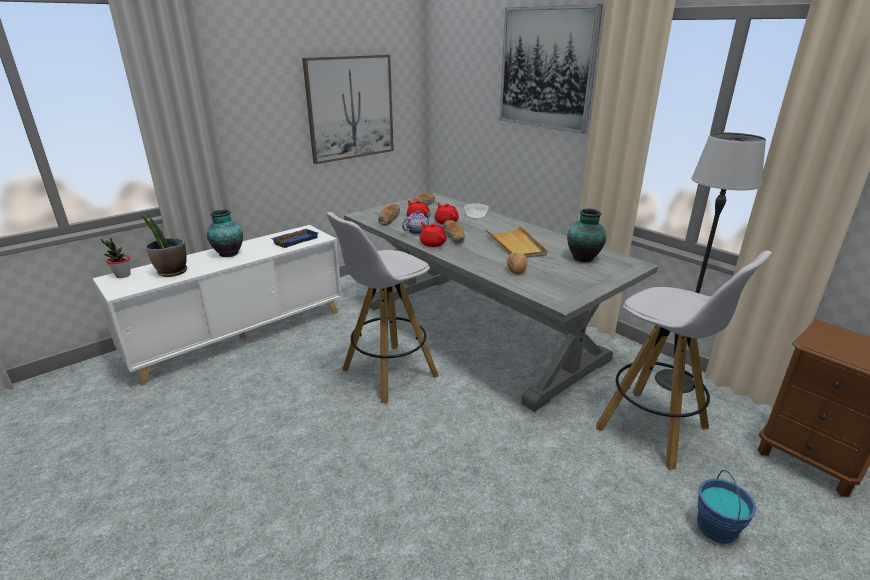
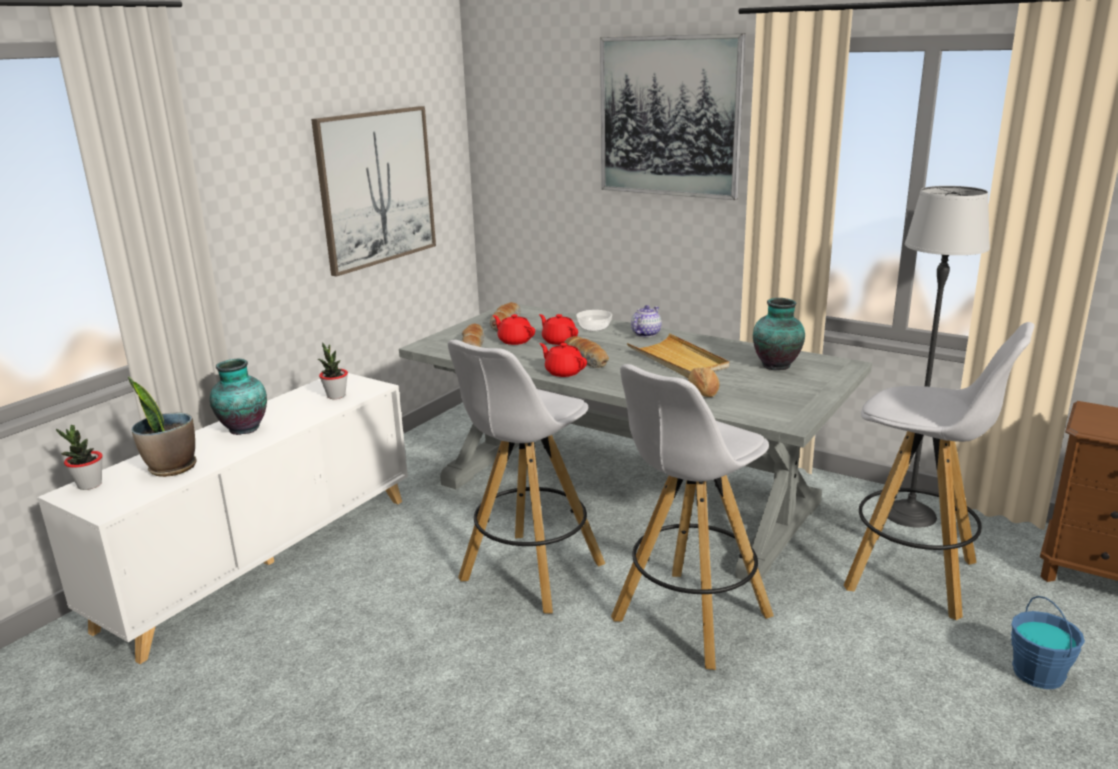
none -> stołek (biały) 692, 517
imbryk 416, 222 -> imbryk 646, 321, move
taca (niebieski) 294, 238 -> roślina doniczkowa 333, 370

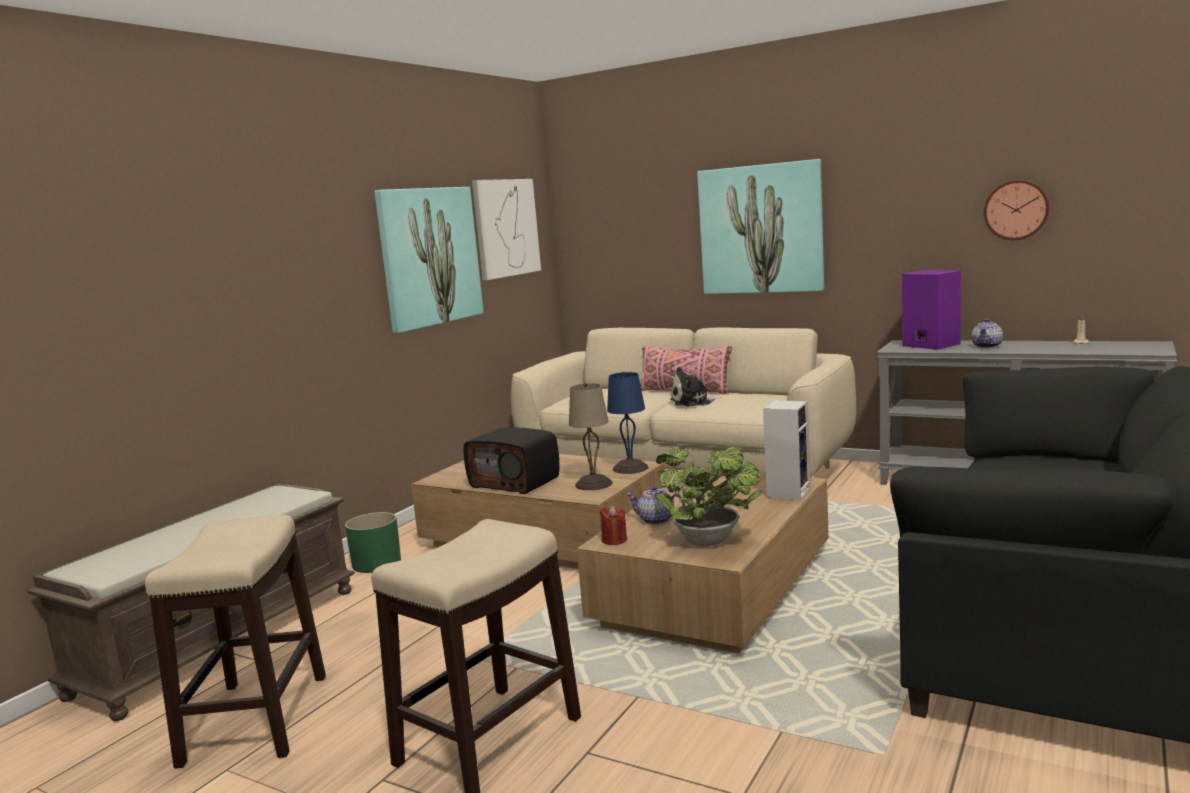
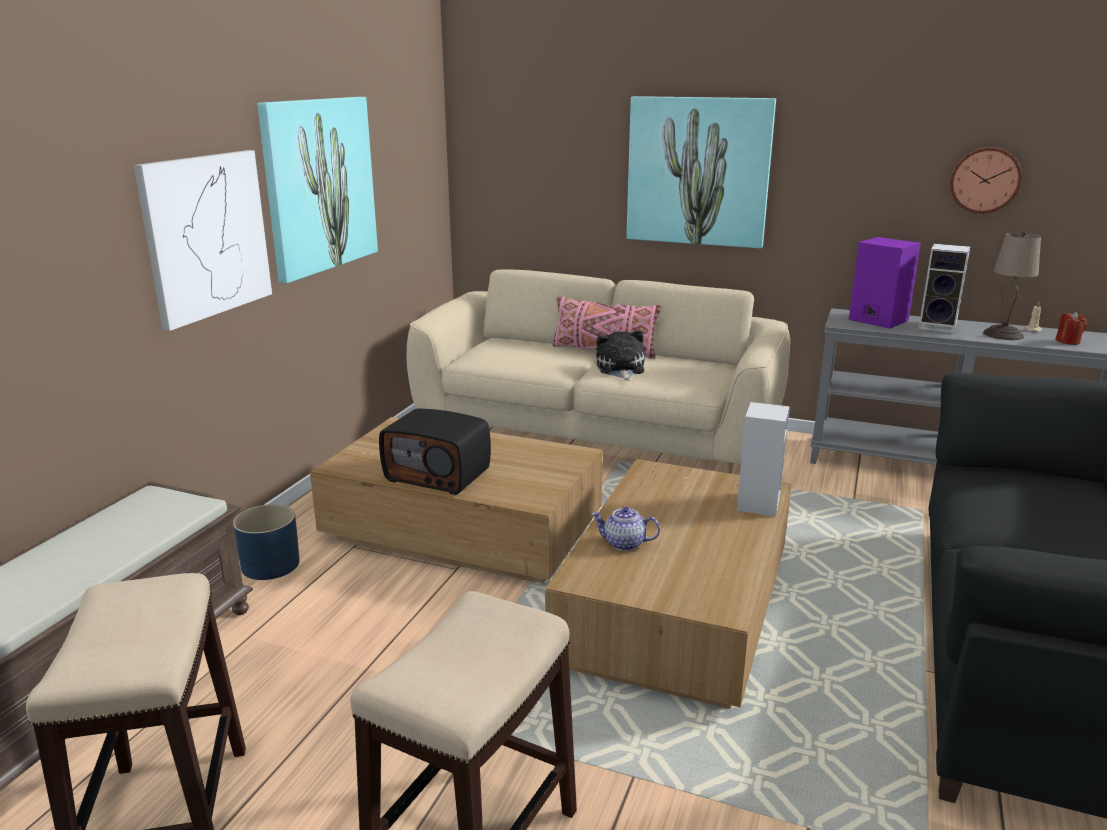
lampa stołowa (niebieski) 628, 422 -> none
roślina doniczkowa 708, 496 -> none
obraz 506, 229 -> obraz 203, 240, move
lampa stołowa (beżowy) 591, 436 -> lampa stołowa (beżowy) 1012, 286, move
świeca (czerwony) 613, 525 -> świeca (czerwony) 1071, 328, move
imbryk 987, 333 -> głośnik 944, 289
donica (zielony) 373, 542 -> donica (niebieski) 266, 542
pluszak 696, 387 -> pluszak 620, 355, 105 degrees clockwise

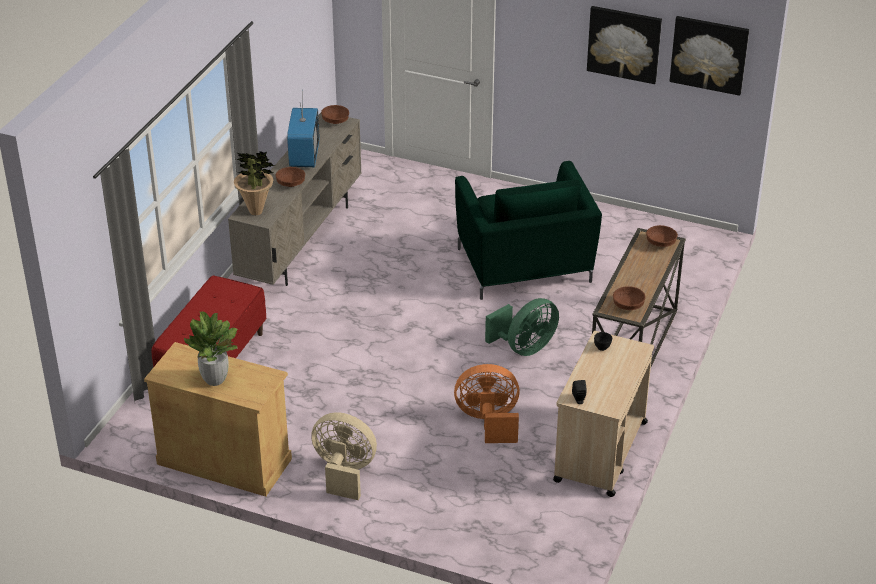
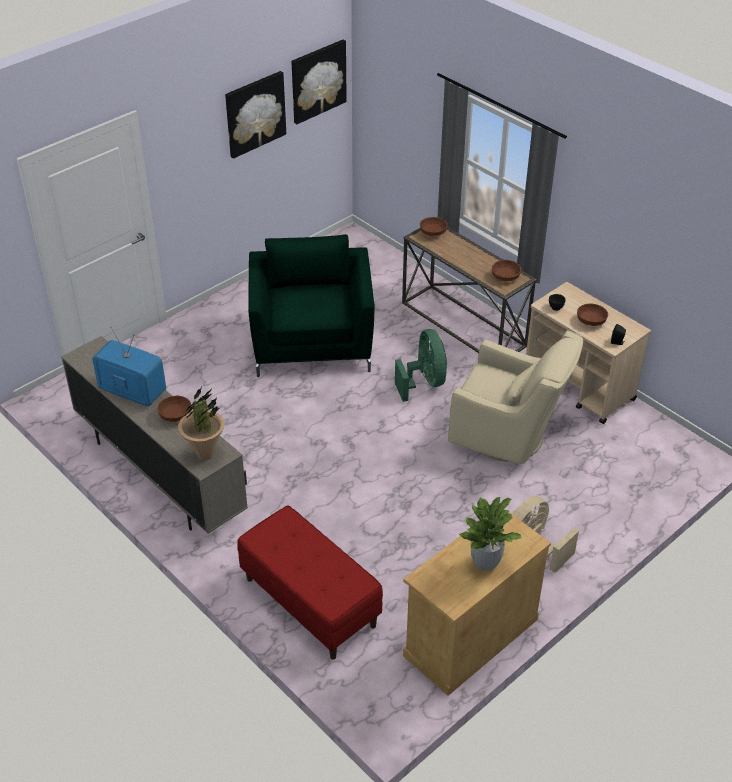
miska (brązowy) 335, 114 -> miska (brązowy) 592, 314, move
wentylator (pomarańczowy) 487, 403 -> fotel (beżowy) 515, 397
fotel (zielony) 528, 230 -> fotel (zielony) 311, 305, 105 degrees counterclockwise

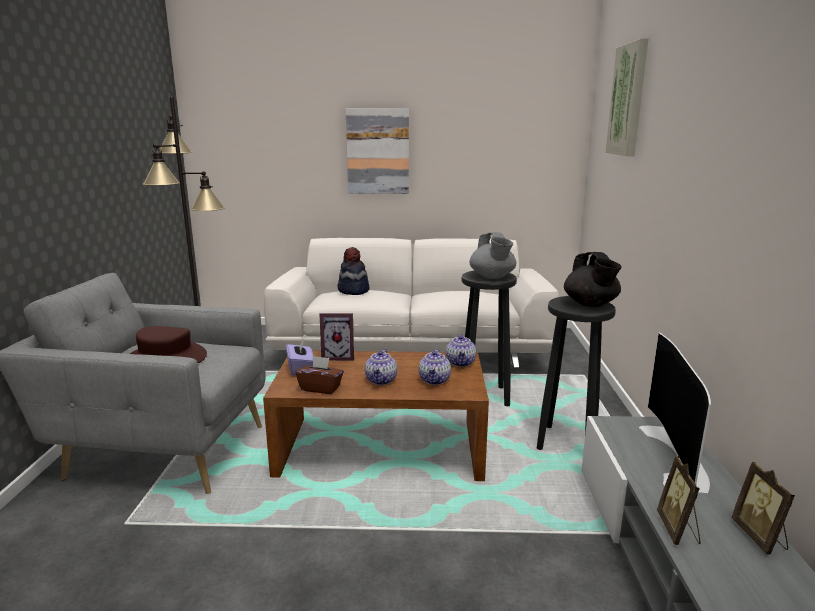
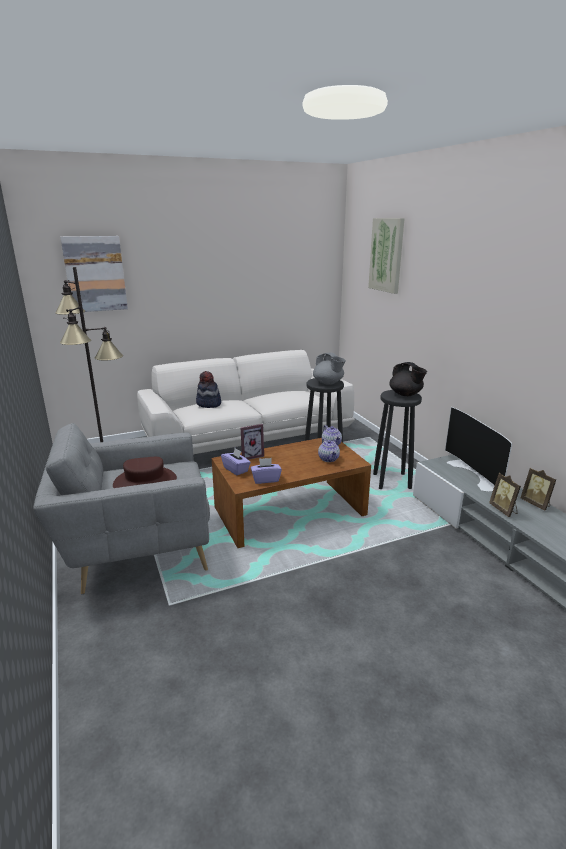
imbryk 381, 367 -> none
obraz 377, 151 -> obraz 94, 274, move
pudełko chusteczek (brązowy) 319, 375 -> pudełko chusteczek (fioletowy) 266, 471

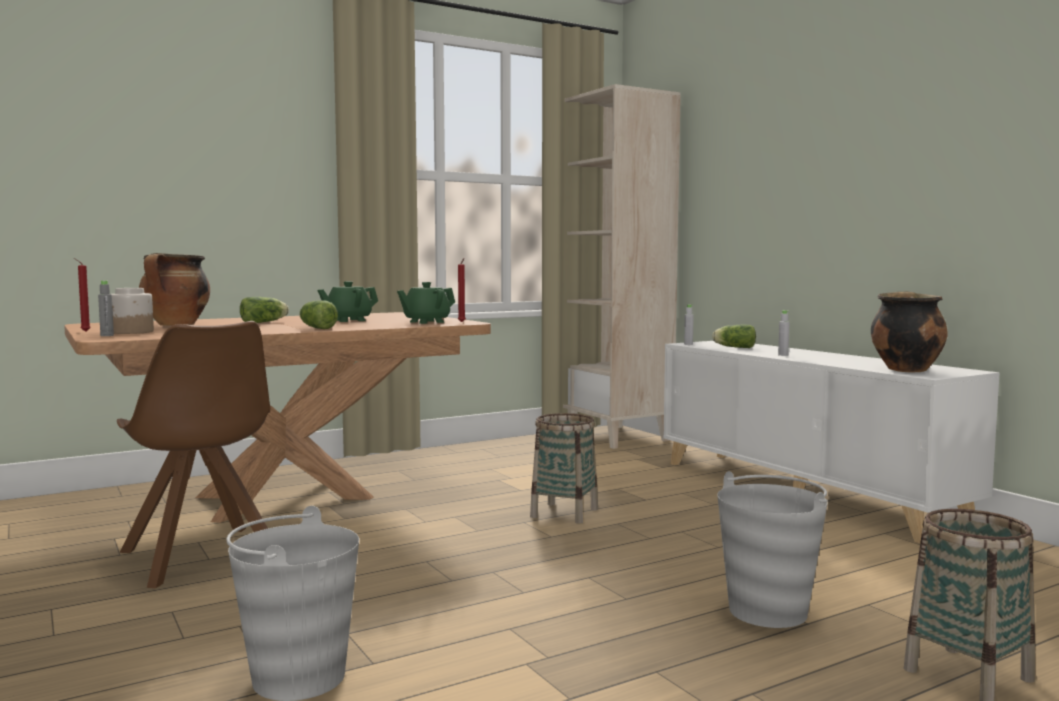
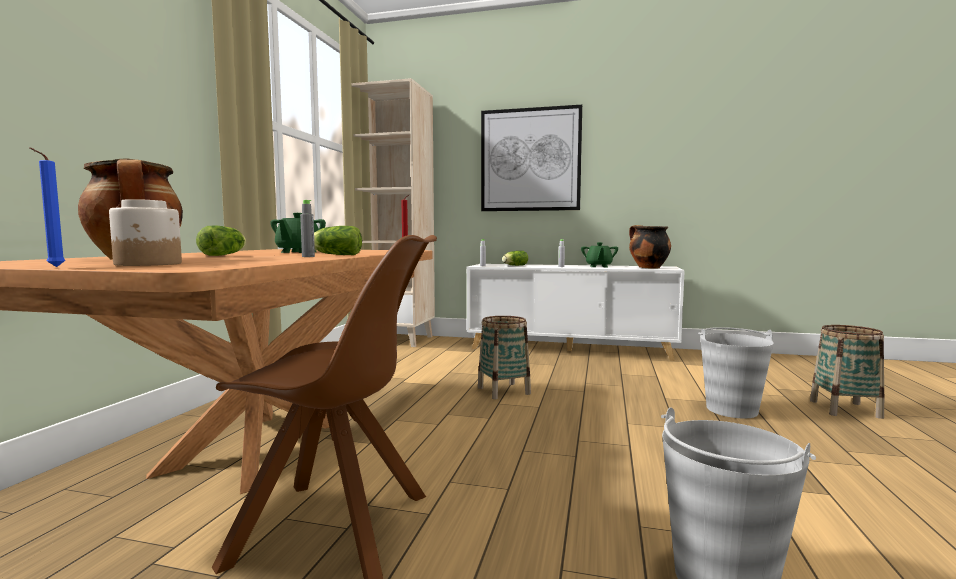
none -> obraz 531, 158
butelka (szary) 106, 308 -> butelka (szary) 307, 228, move
imbryk (zielony) 426, 303 -> imbryk (zielony) 599, 254, move
świeca (czerwony) 82, 295 -> świeca (niebieski) 47, 207

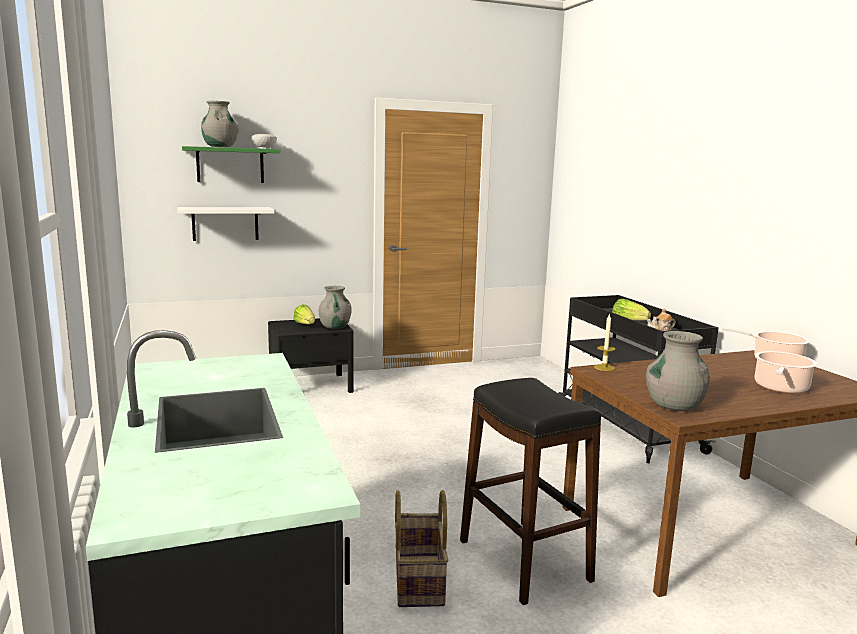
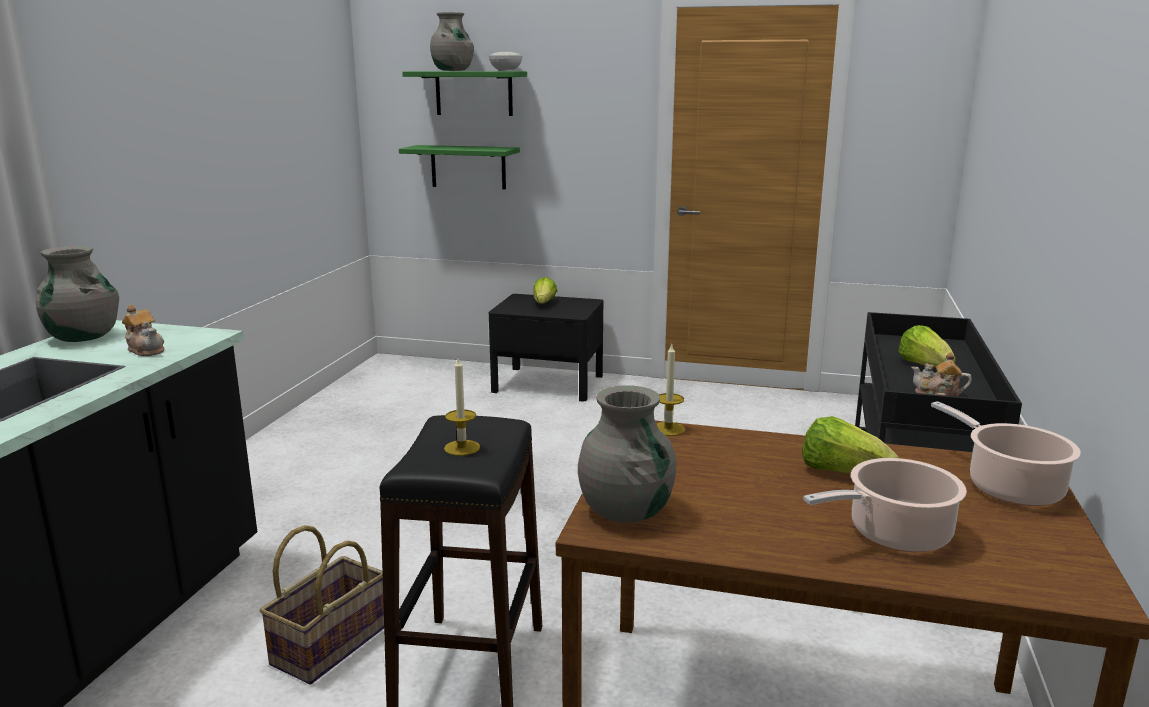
none -> imbryk 143, 330
none -> świeca 462, 407
none -> sałata 850, 445
wazon (szary) 335, 307 -> wazon (szary) 77, 294, move
półka (biały) 225, 224 -> półka (zielony) 459, 167

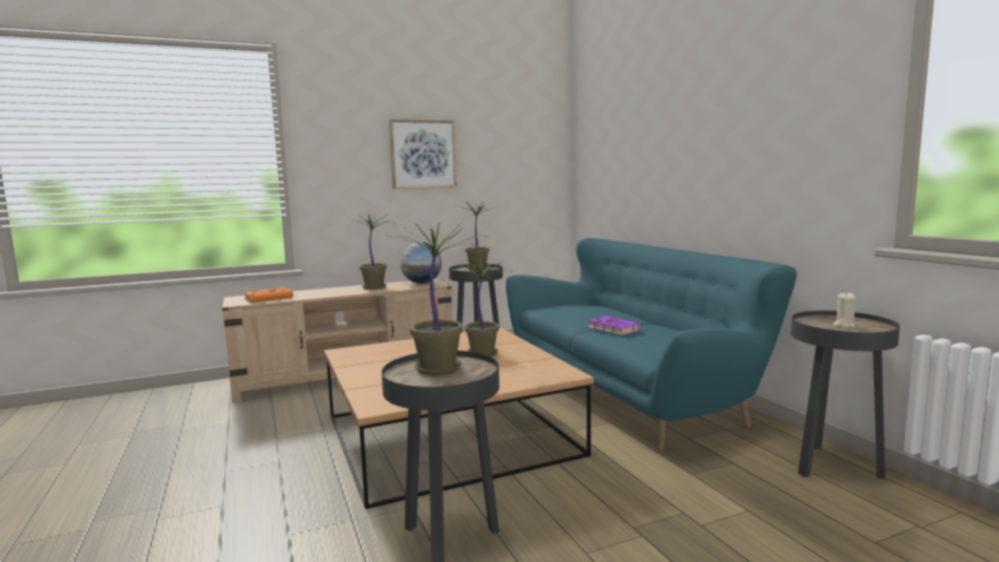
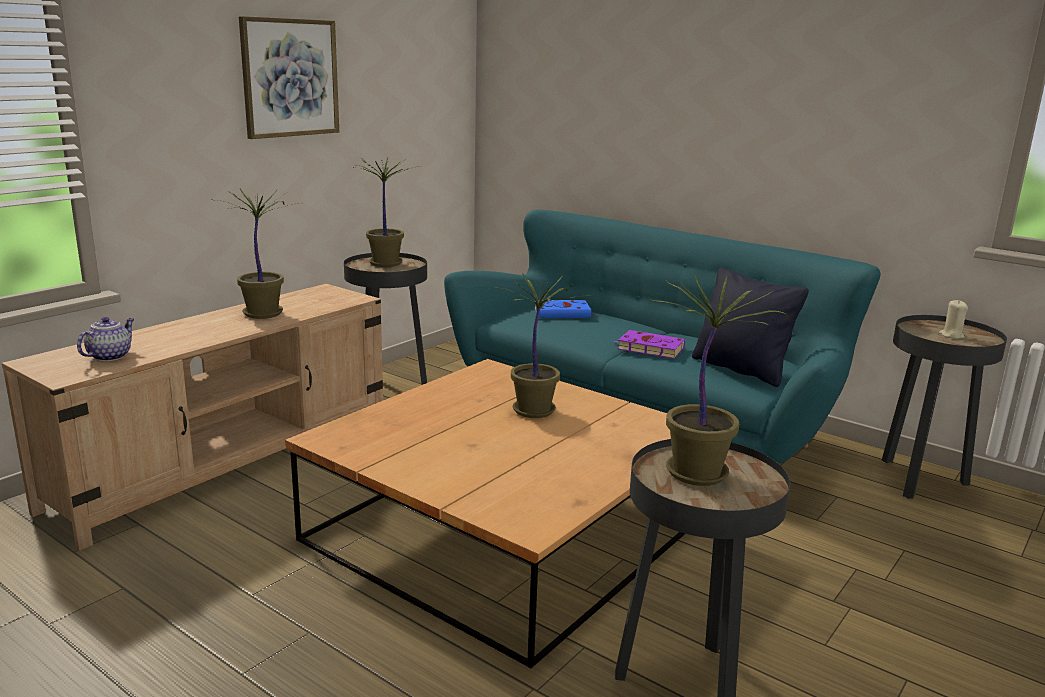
globus 421, 263 -> none
none -> książka (niebieski) 566, 309
none -> poduszka (czarny) 750, 327
książka (pomarańczowy) 270, 295 -> imbryk 105, 339

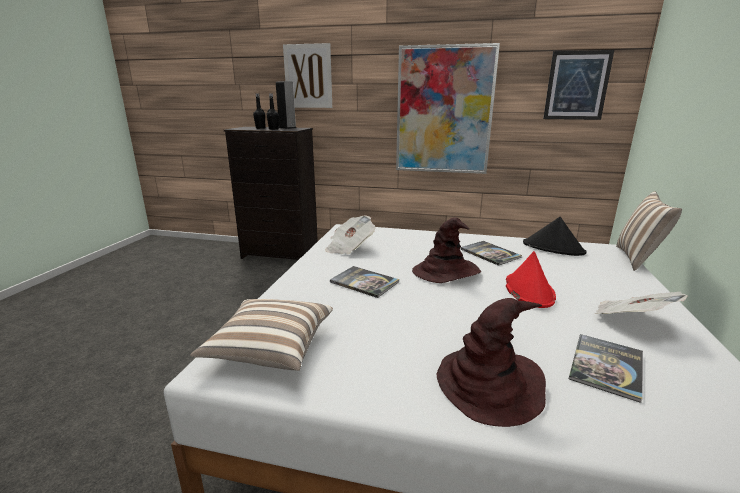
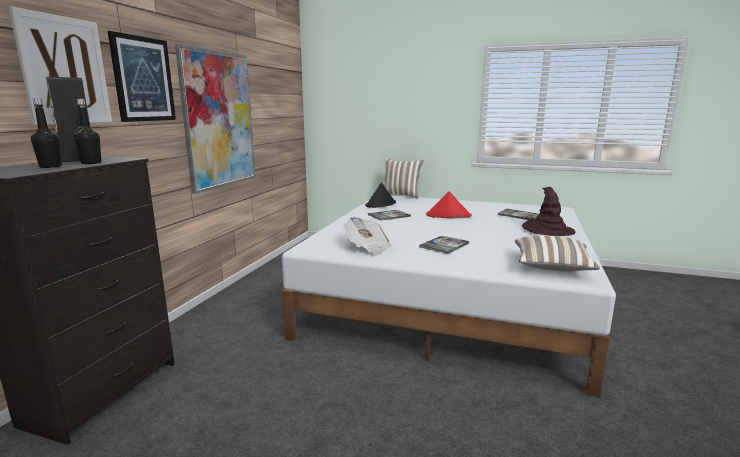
kapelusz (brązowy) 446, 250 -> none
gazeta 641, 303 -> none
obraz 578, 85 -> obraz 142, 76, move

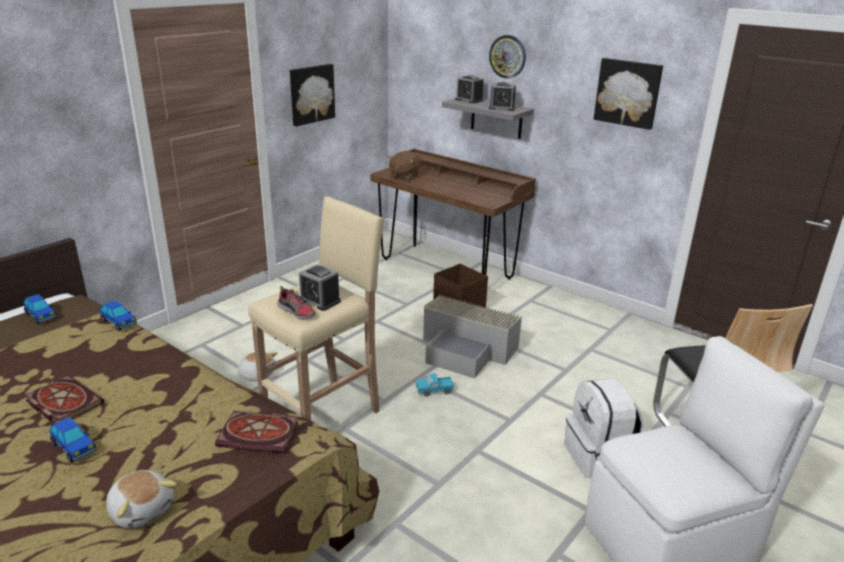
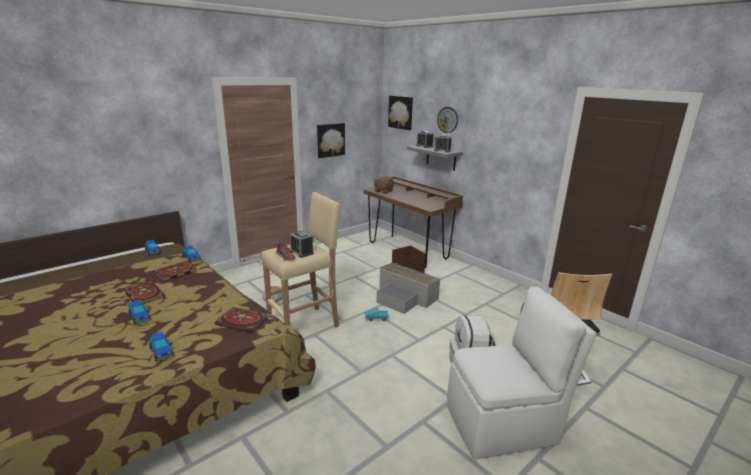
none -> książka 175, 271
obraz 628, 94 -> obraz 400, 113, move
pluszak 141, 499 -> samochodzik 161, 346

